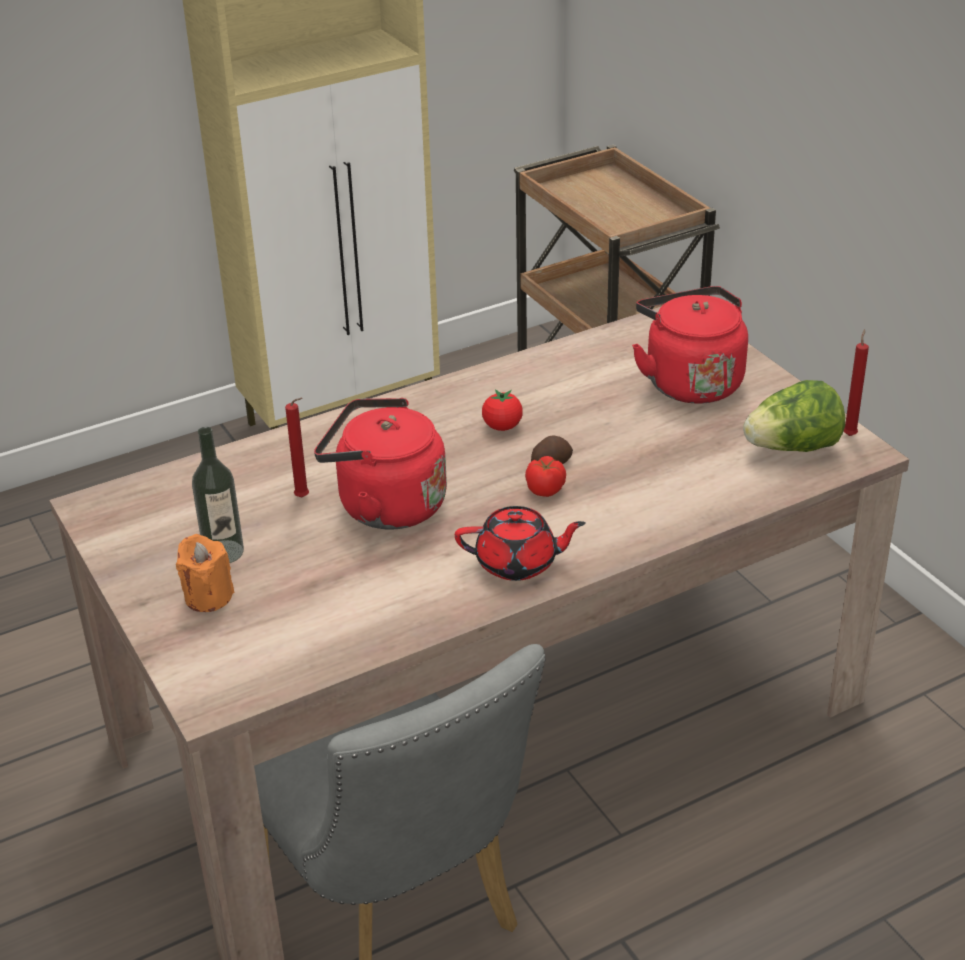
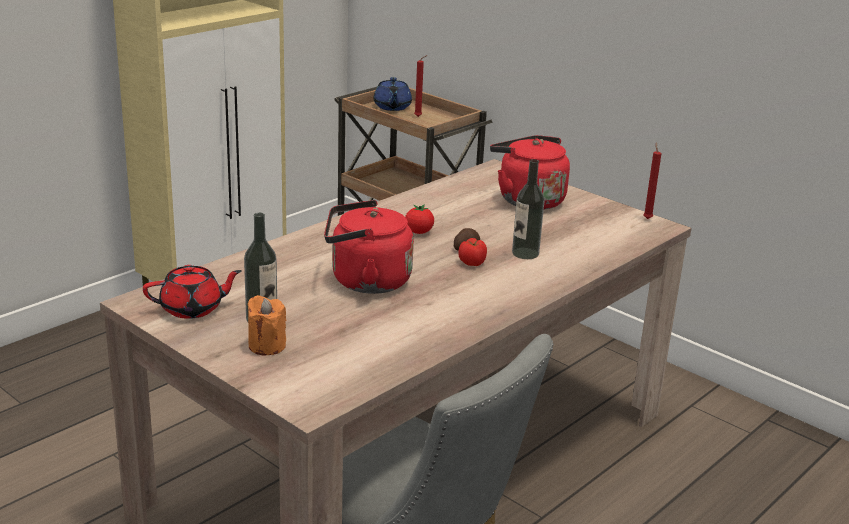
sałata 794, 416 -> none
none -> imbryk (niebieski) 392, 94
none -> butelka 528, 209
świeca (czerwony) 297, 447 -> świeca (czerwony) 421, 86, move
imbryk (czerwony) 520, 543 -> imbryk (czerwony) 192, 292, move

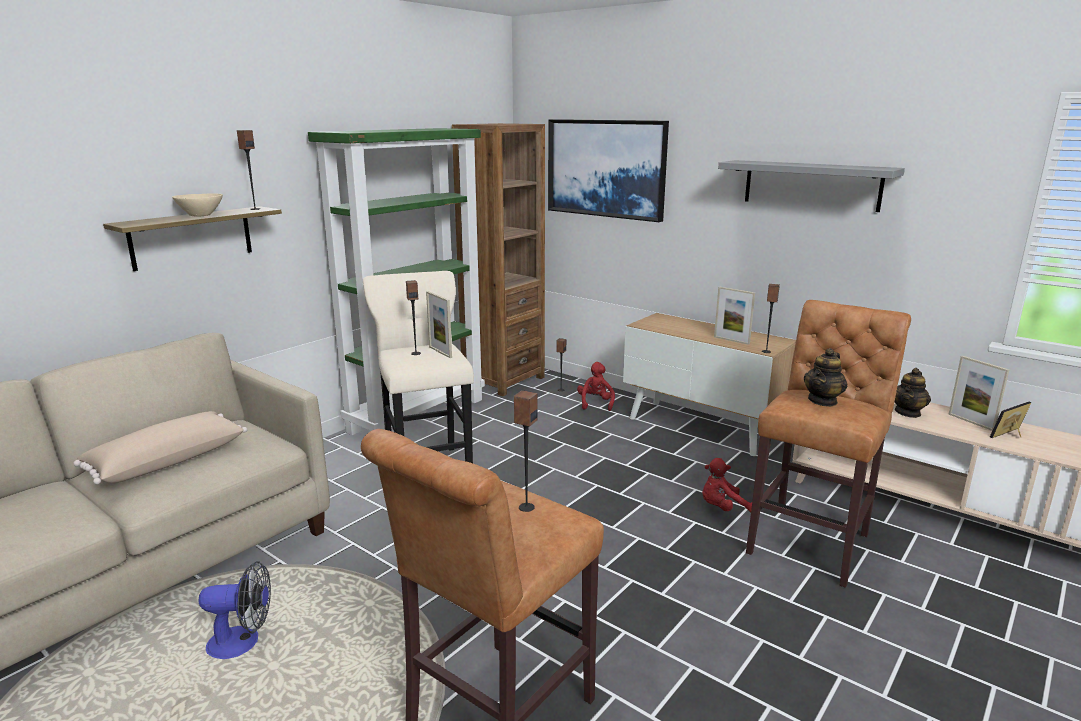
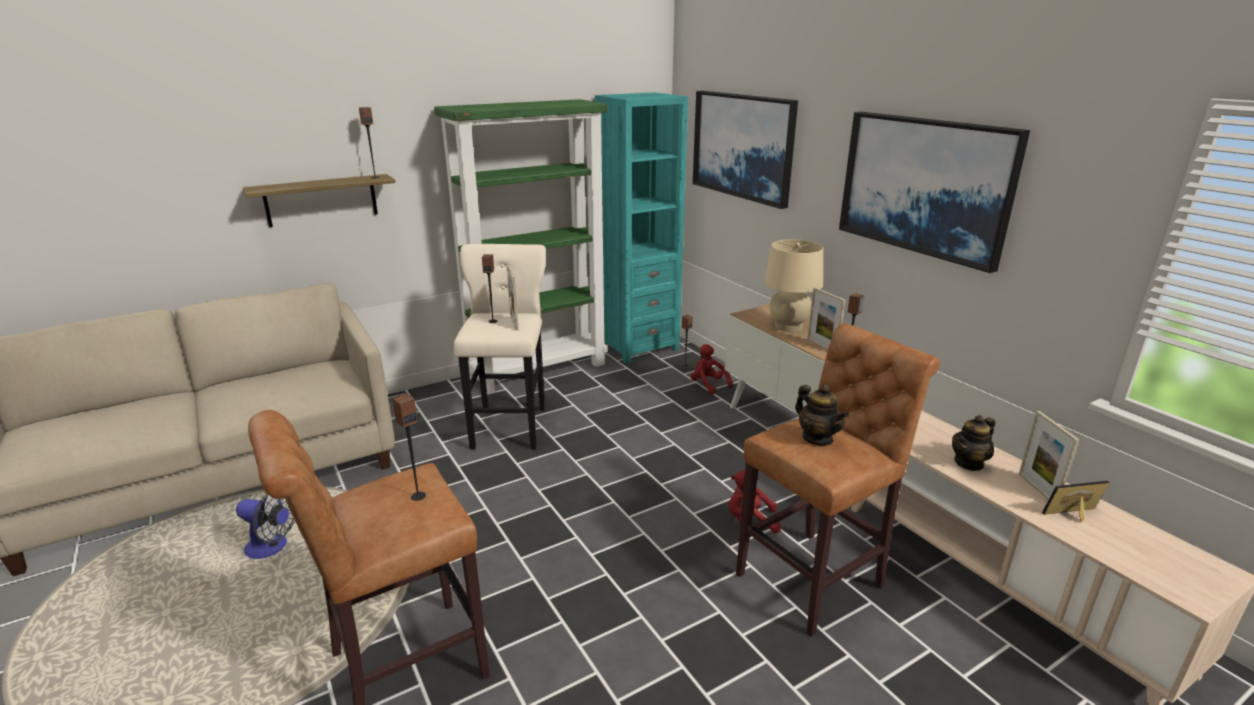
poduszka (beżowy) 160, 447 -> none
miska (beżowy) 197, 205 -> none
none -> lampa stołowa (beżowy) 793, 285
półka (szary) 811, 186 -> obraz 934, 192
regał (brązowy) 498, 259 -> regał (turkusowy) 641, 228
pluszak (czerwony) 596, 386 -> pluszak (czerwony) 711, 369, 60 degrees counterclockwise
imbryk 825, 377 -> imbryk 822, 415, 90 degrees counterclockwise

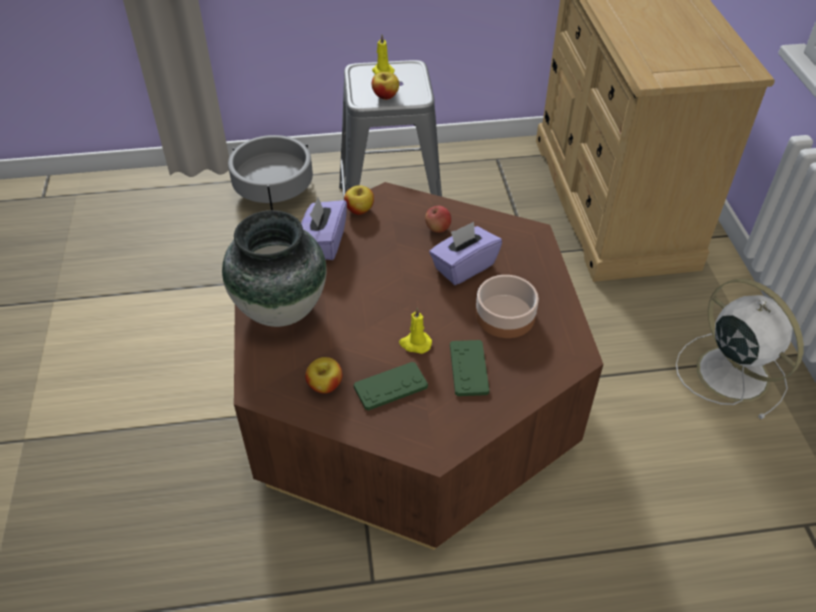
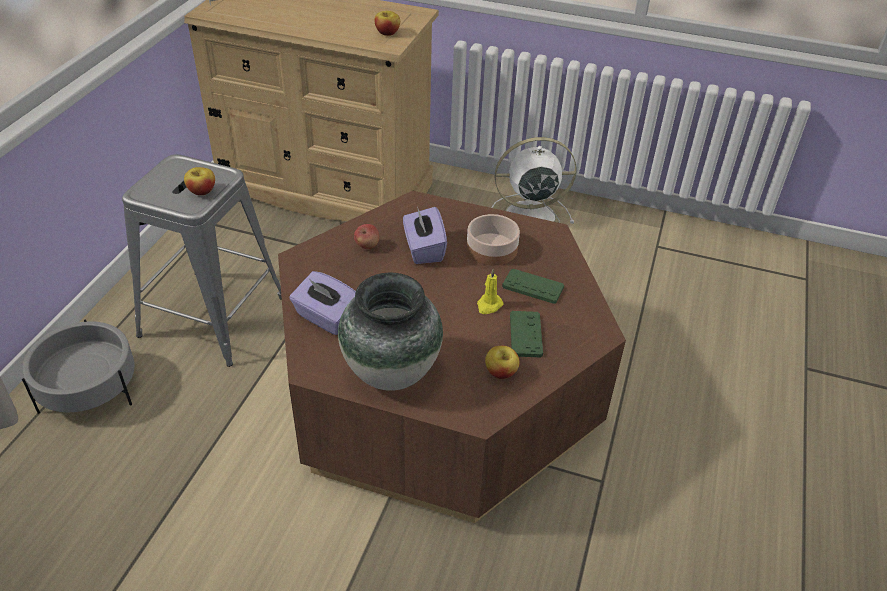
świeca (żółty) 383, 55 -> none
jabłko 359, 200 -> jabłko 387, 23, move

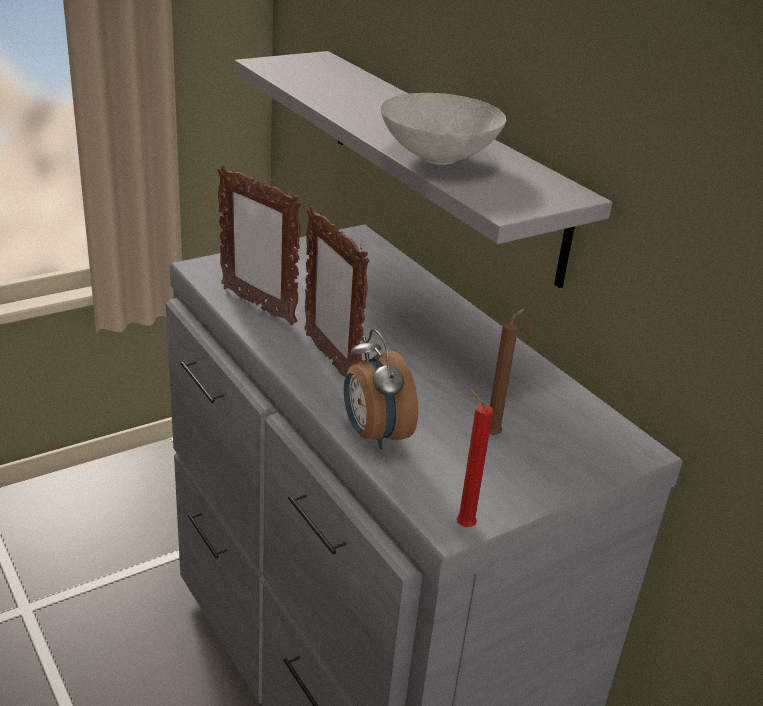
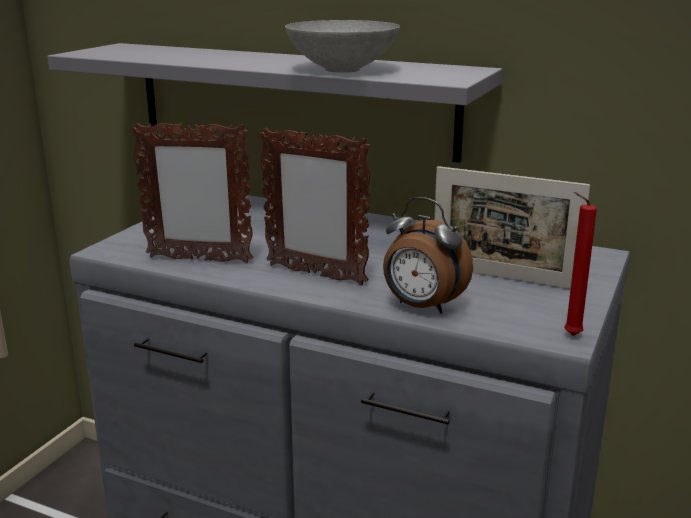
świeca (brązowy) 507, 371 -> ramka na zdjęcie 512, 227

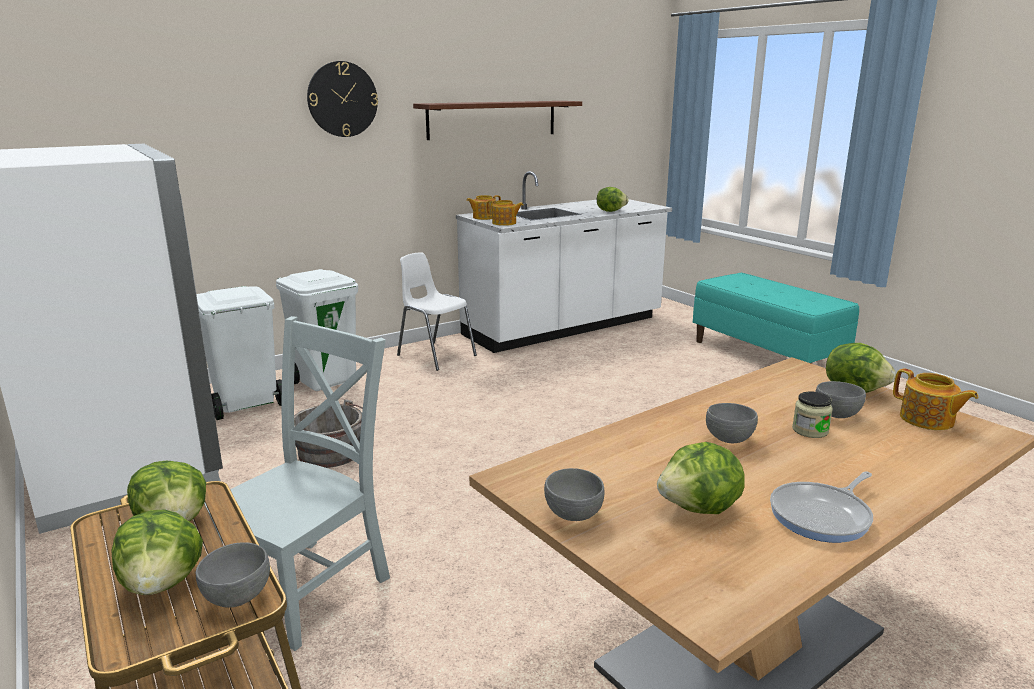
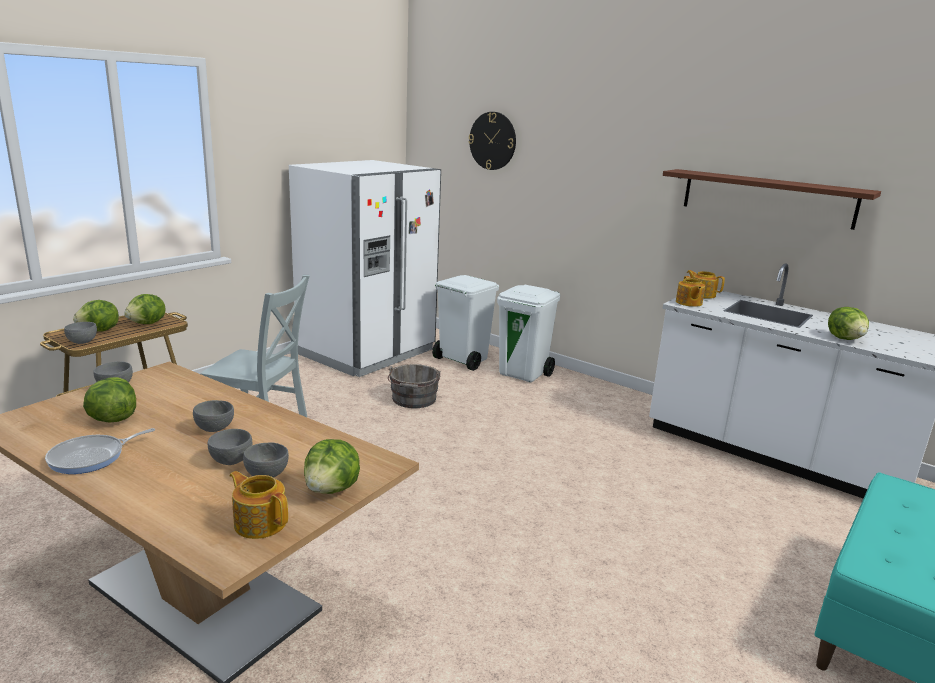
krzesło (biały) 437, 312 -> none
zegar ścienny 342, 99 -> zegar ścienny 492, 141, move
słoik 812, 415 -> miska (szary) 230, 447
patelnia 821, 507 -> patelnia 100, 451, 75 degrees counterclockwise
imbryk 935, 399 -> imbryk 258, 505, 90 degrees clockwise

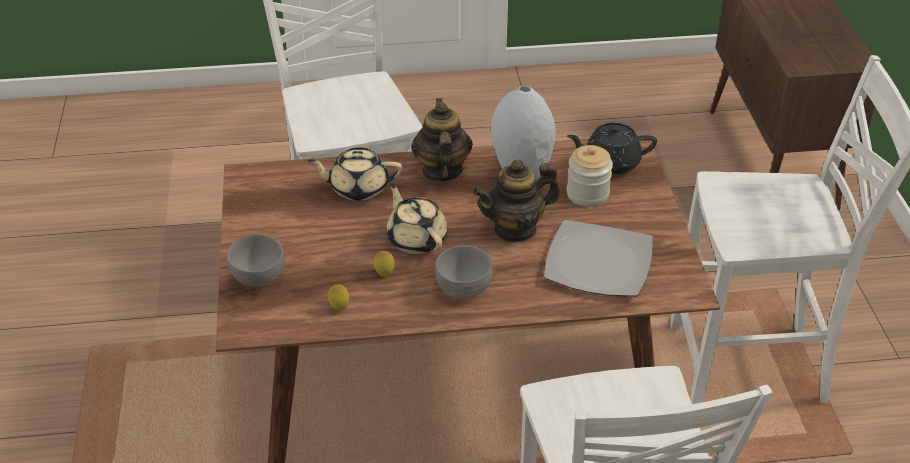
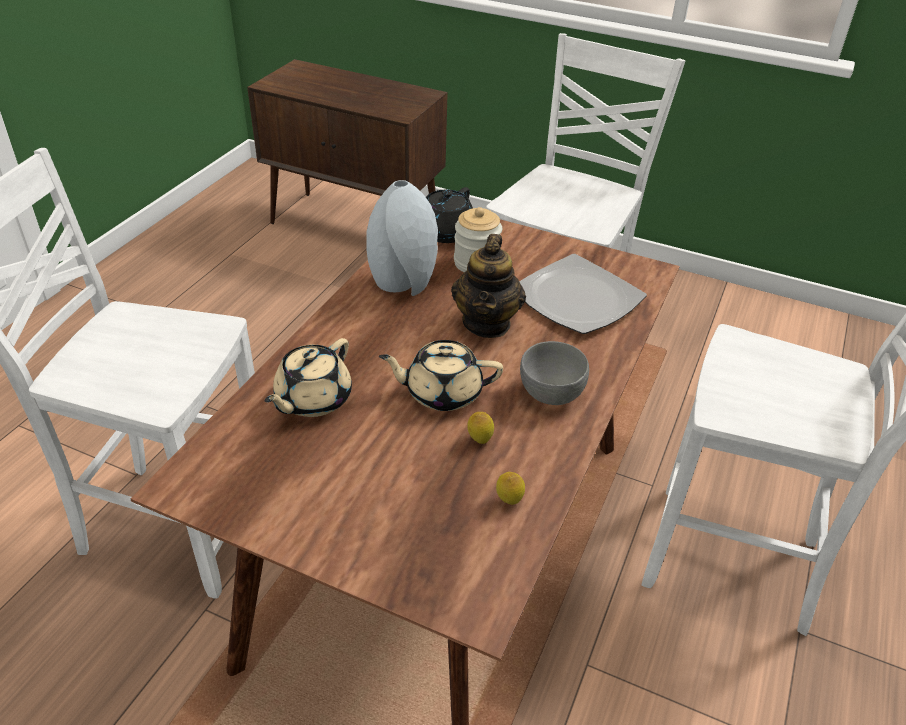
miska (szary) 255, 260 -> none
imbryk 442, 140 -> none

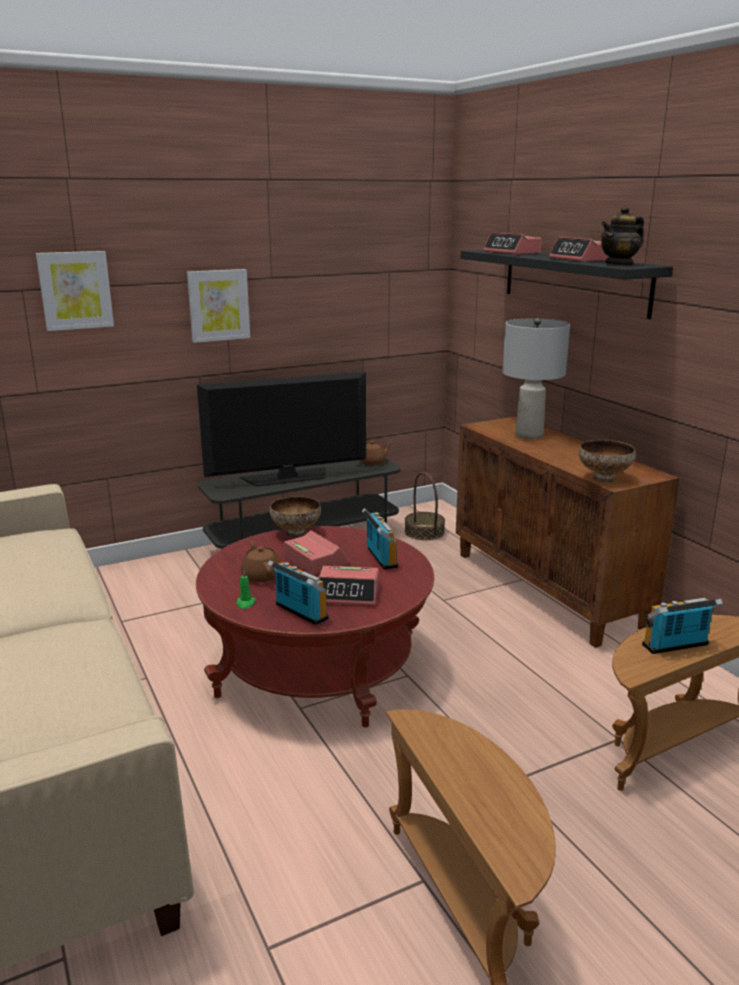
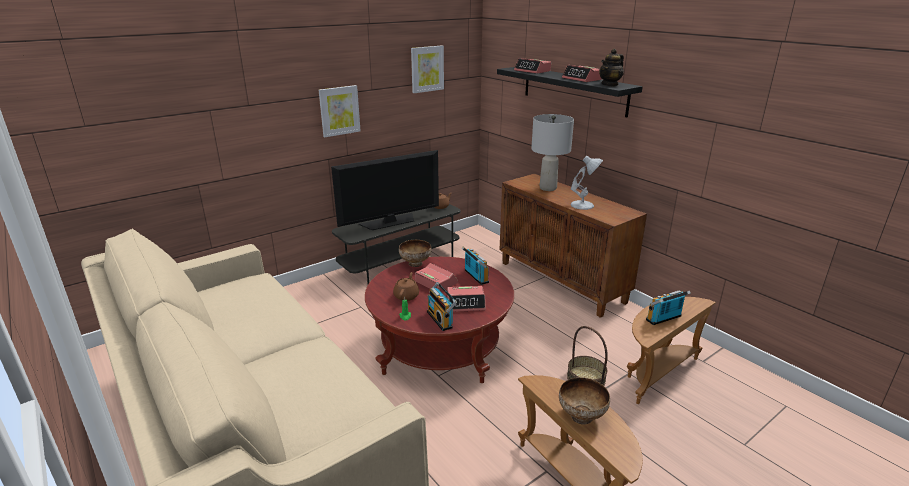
none -> lampa stołowa (biały) 587, 183
obraz 75, 291 -> obraz 427, 69, move
koszyk 425, 506 -> koszyk 587, 356, move
miska 607, 461 -> miska 584, 401, move
imbryk (brązowy) 261, 561 -> imbryk (brązowy) 406, 286, 45 degrees clockwise
radio 298, 592 -> radio 442, 306, 150 degrees counterclockwise

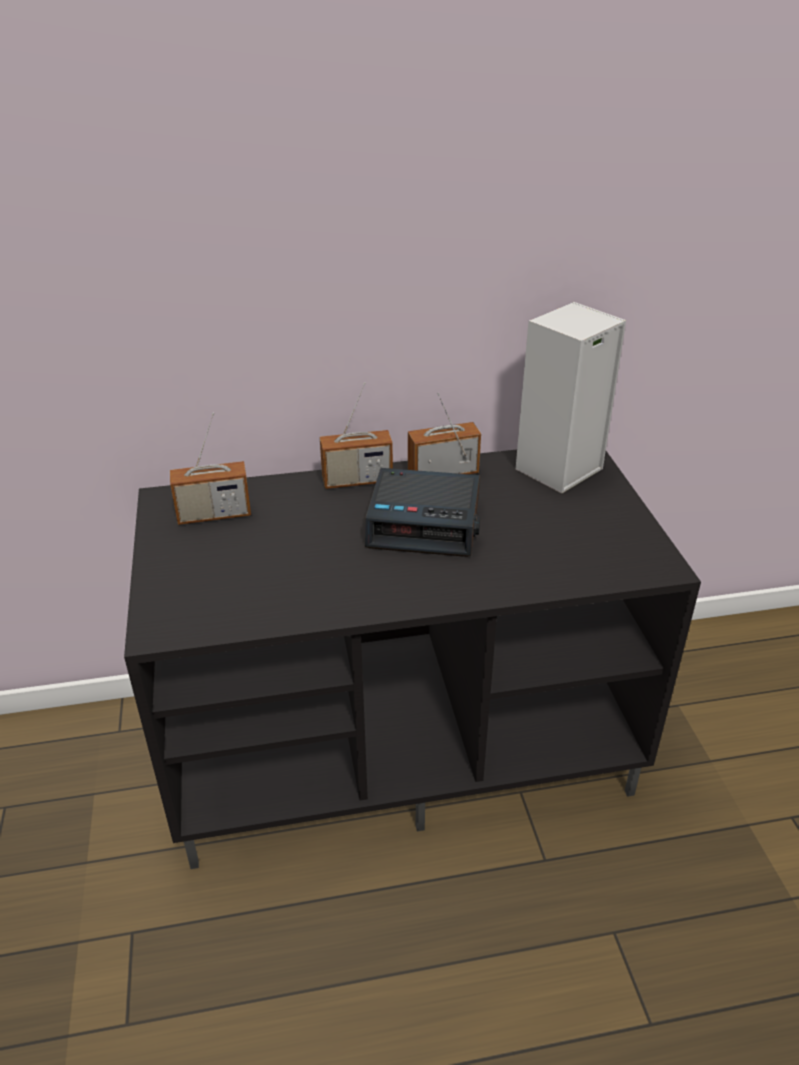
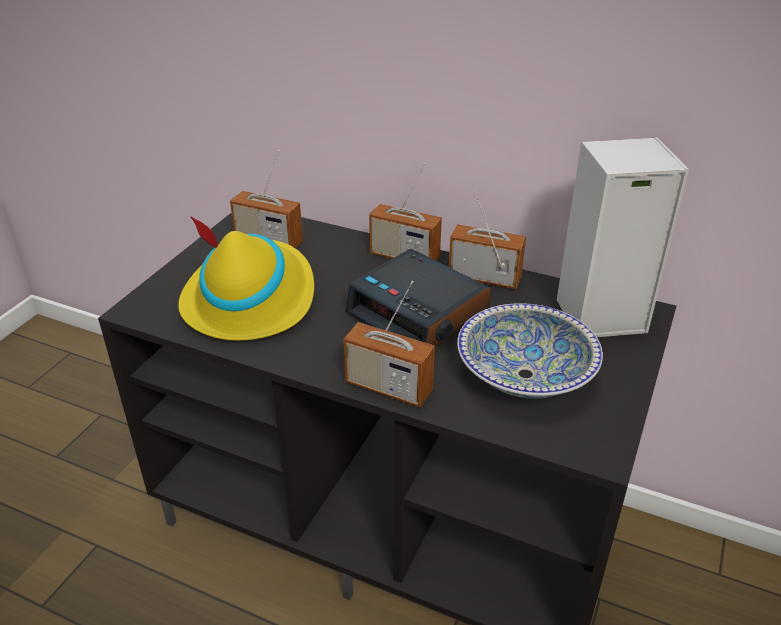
none -> kapelusz (żółty) 246, 278
none -> radio 389, 344
none -> miska 530, 351

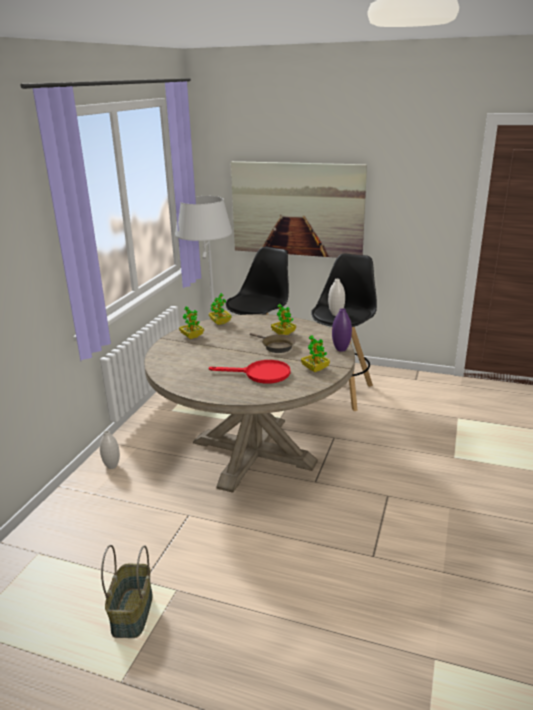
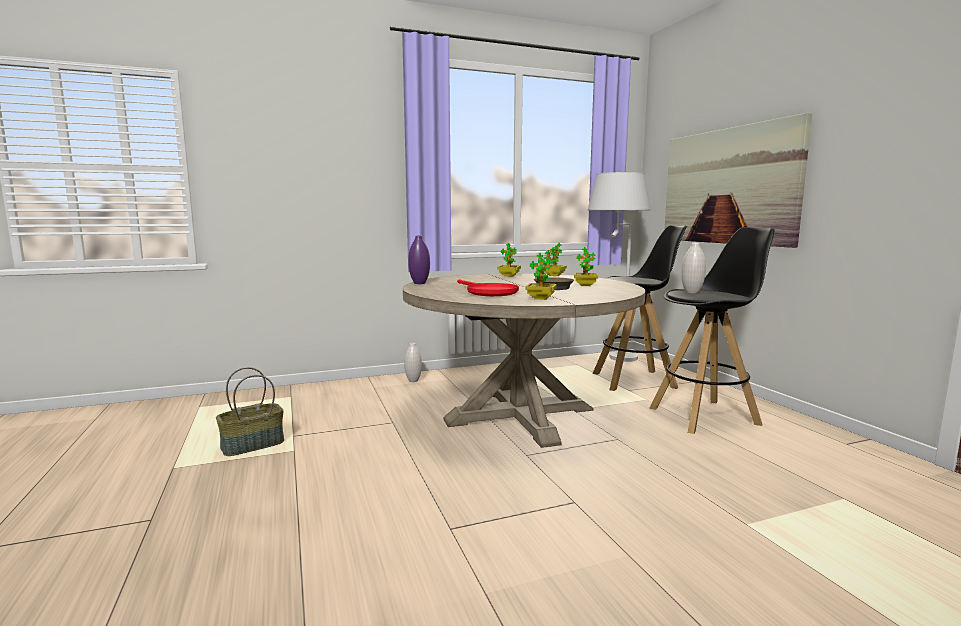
wazon (fioletowy) 342, 330 -> wazon (fioletowy) 419, 260, move

